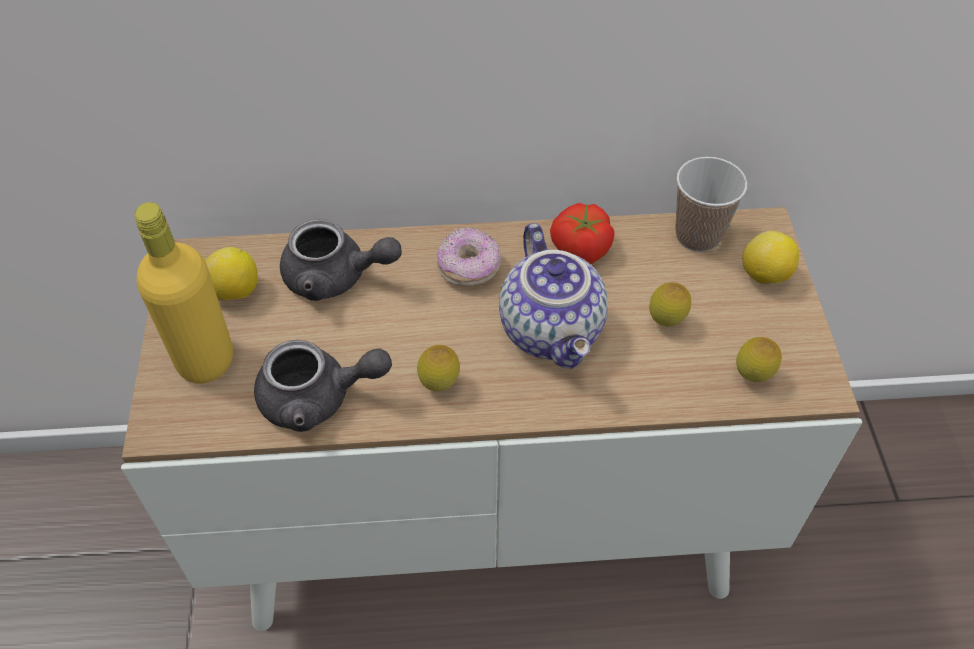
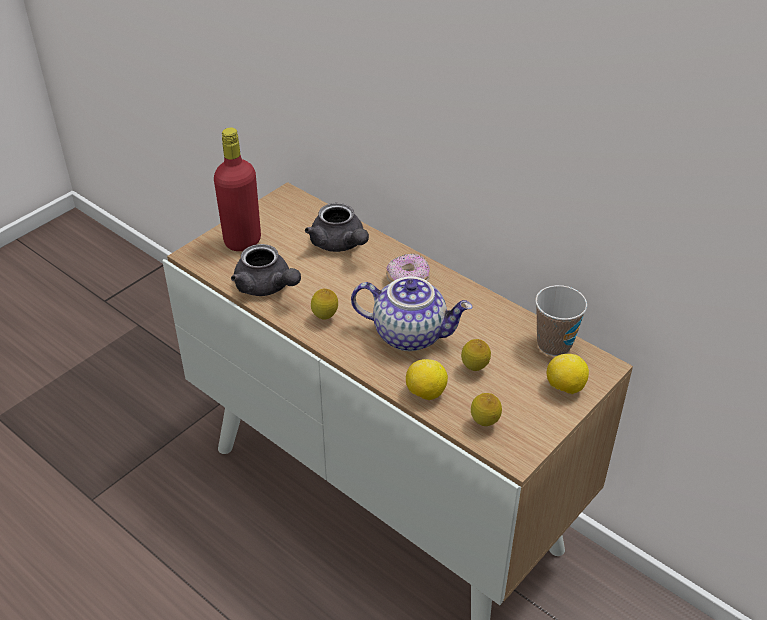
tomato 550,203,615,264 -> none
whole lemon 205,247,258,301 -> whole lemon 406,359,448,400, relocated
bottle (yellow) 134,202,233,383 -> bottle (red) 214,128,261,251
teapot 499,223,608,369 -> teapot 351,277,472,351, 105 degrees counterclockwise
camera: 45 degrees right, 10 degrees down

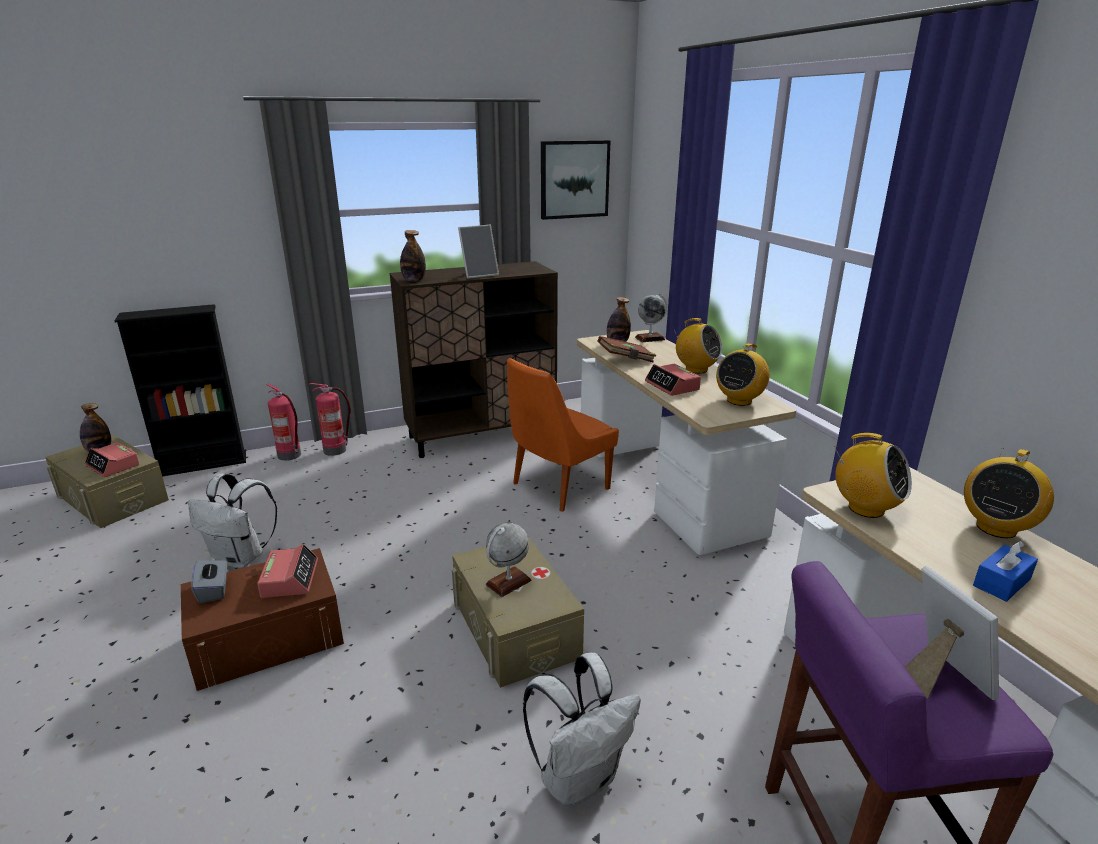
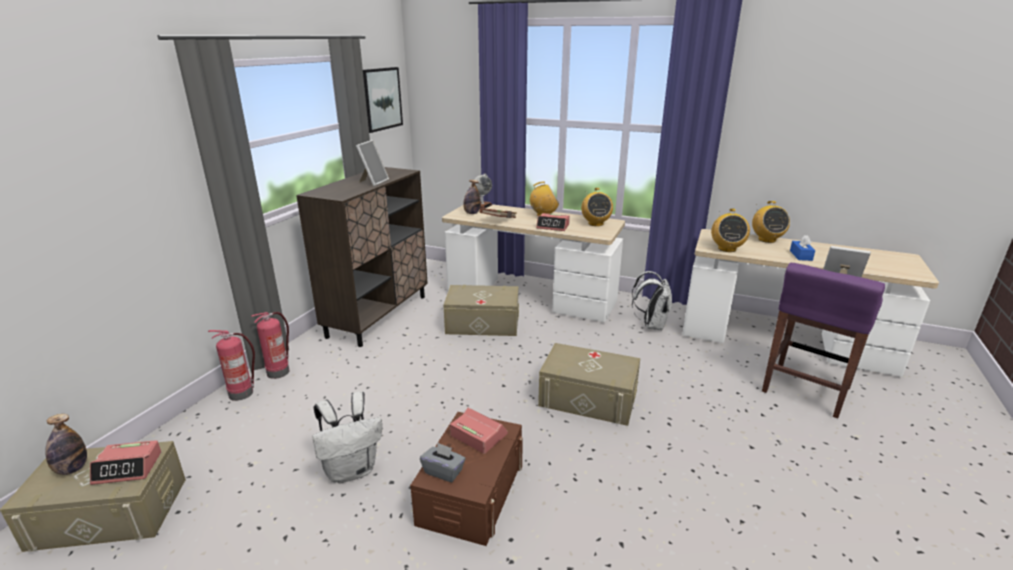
bookcase (black-coloured) 115,304,246,477 -> none
bottle 400,230,426,282 -> none
world globe 486,522,532,597 -> none
knapsack (white) 523,653,641,806 -> knapsack (white) 632,271,672,331, relocated
chair (orangey) 507,358,619,512 -> storage container (beige-coloured) 443,285,519,336
radio set 834,433,912,518 -> radio set 711,208,750,252, 105 degrees clockwise
camera: 45 degrees left, 0 degrees up

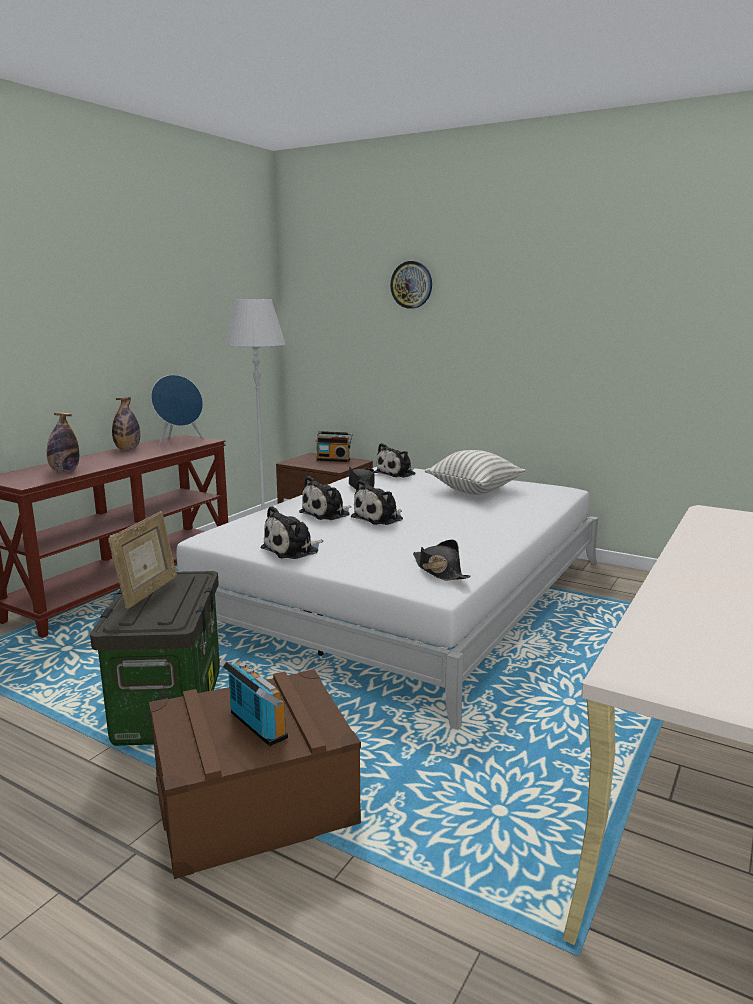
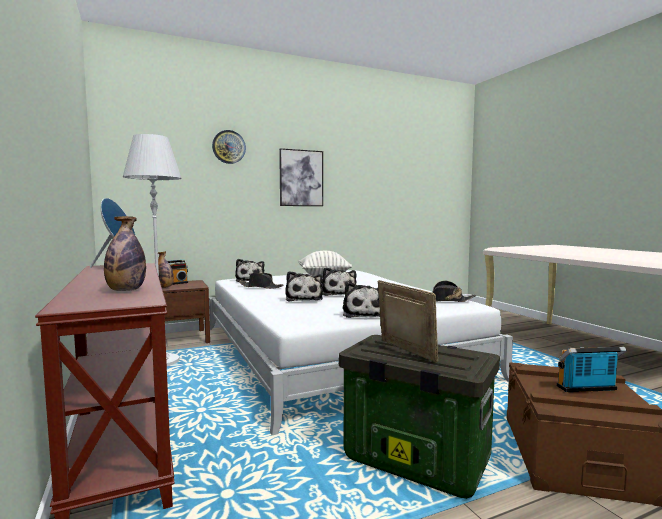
none -> wall art 279,148,323,206
bottle 112,397,140,450 -> bottle 158,251,174,288, relocated
camera: 55 degrees left, 10 degrees down

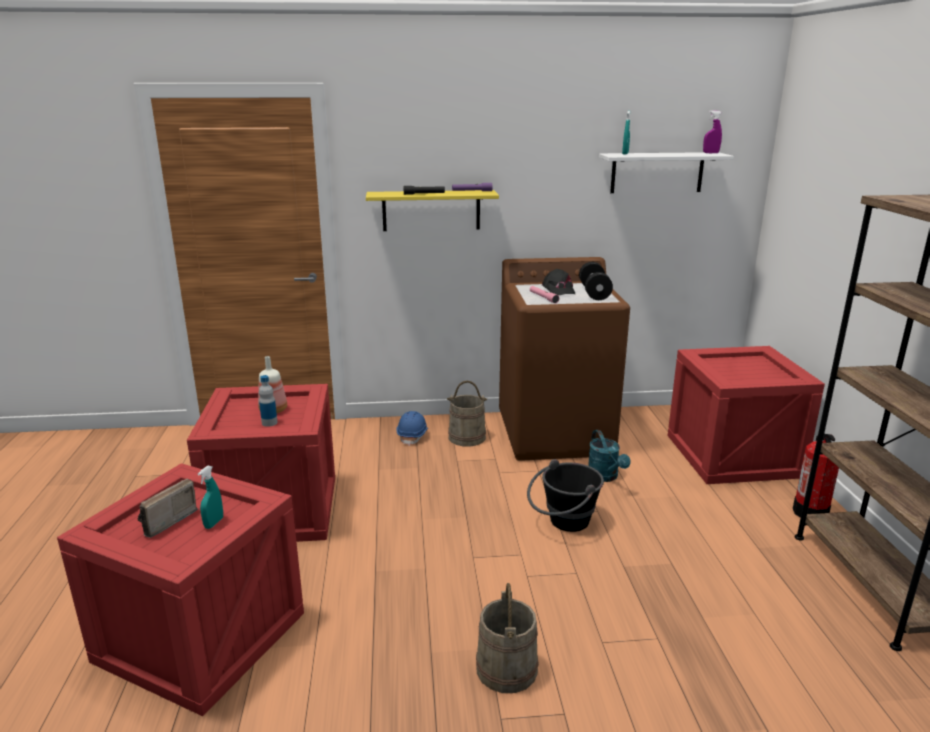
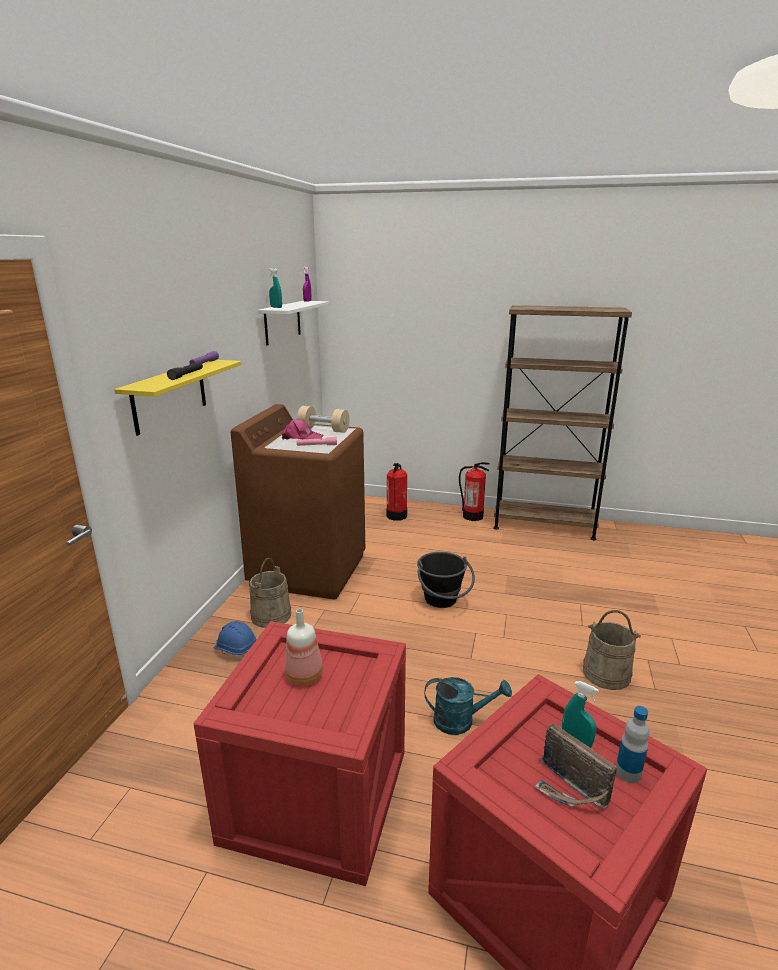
bottle 259,375,278,427 -> bottle 616,706,649,783, relocated
watering can (blue-green) 588,430,631,482 -> watering can (blue-green) 425,677,512,735, relocated
shipping crate 668,346,825,484 -> fire-fighting cylinder 386,463,407,521
baseball cap (black-coloured) 542,269,575,295 -> baseball cap (pinkish) 282,419,323,440
dumbbell (black-coloured) 579,262,613,300 -> dumbbell (beige-coloured) 297,406,349,433
camera: 70 degrees left, 0 degrees up

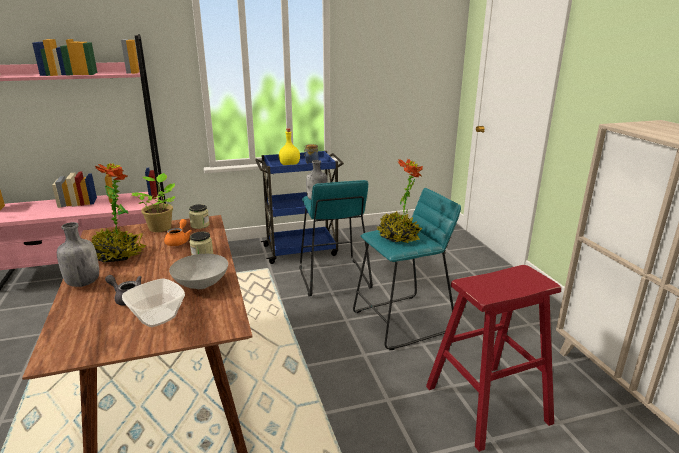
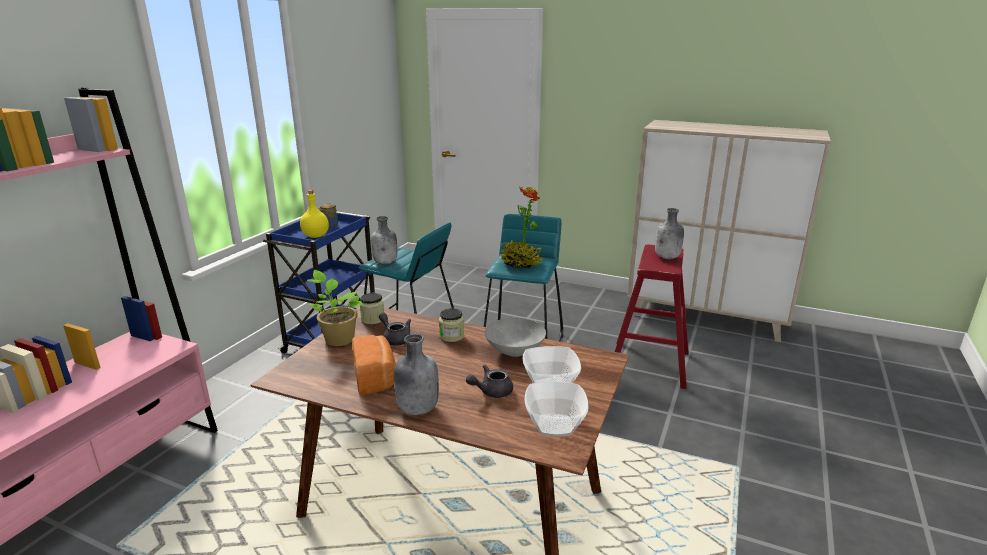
none -> serving bowl 525,381,589,437
none -> bottle (grey) 655,208,684,259
plant in a pot 91,163,147,263 -> bread 352,335,395,395
teapot (orangey) 164,219,192,246 -> teapot (grey) 379,313,411,346
camera: 50 degrees left, 0 degrees up

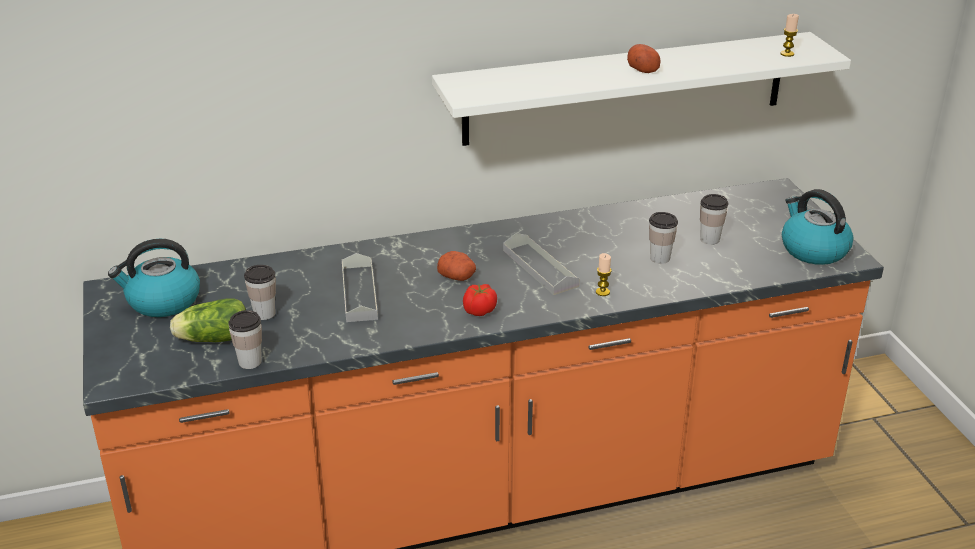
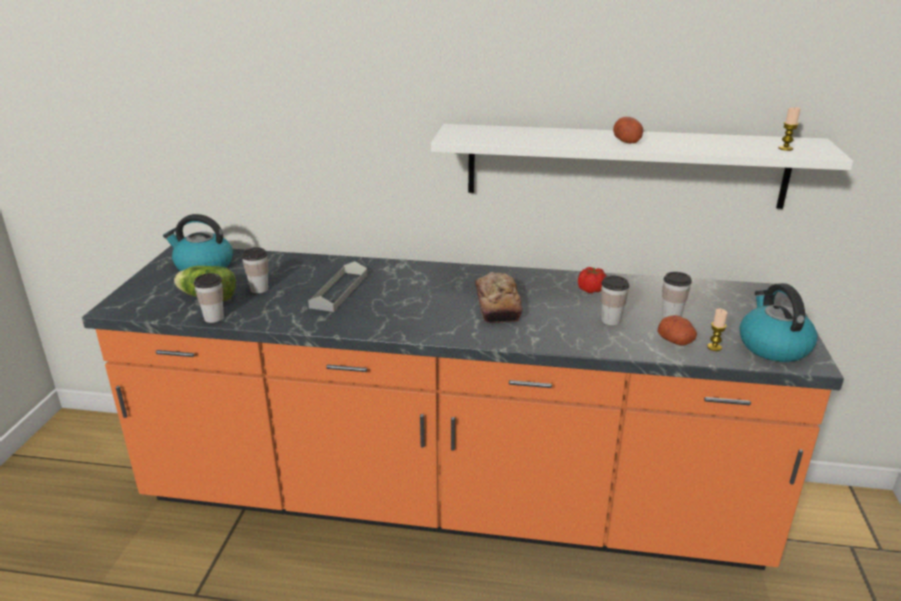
whole potato 437,251,476,281 -> whole potato 657,315,697,346, relocated
tomato 463,284,497,316 -> tomato 578,267,606,293, relocated
wax light 596,253,612,296 -> wax light 707,308,728,351, relocated
carrying tray (grey) 503,233,580,295 -> bread 475,272,522,323
camera: 25 degrees right, 5 degrees down

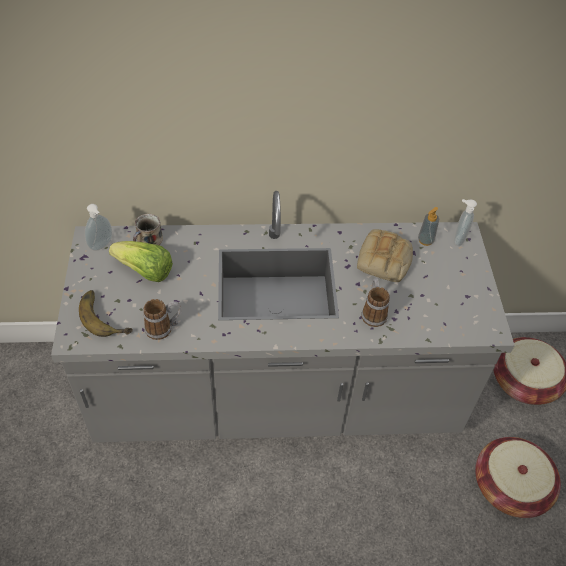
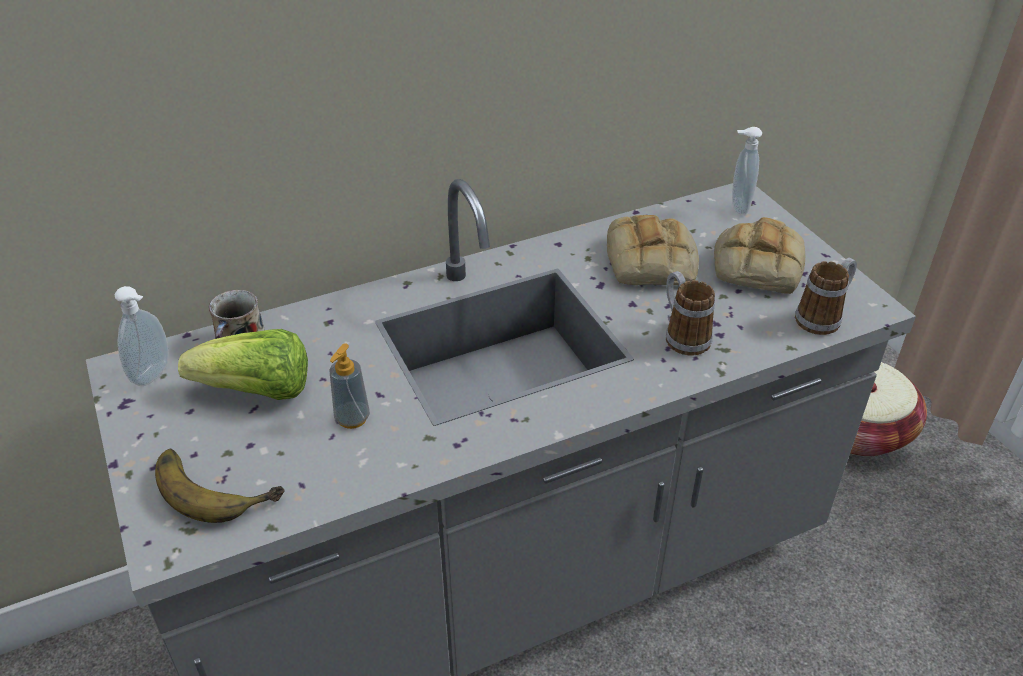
basket 475,437,561,518 -> none
none -> bread 714,217,805,294
mug 143,299,182,340 -> mug 795,258,857,335, relocated
liquid soap bottle 418,207,439,246 -> liquid soap bottle 330,343,370,429, relocated
camera: 20 degrees left, 10 degrees down

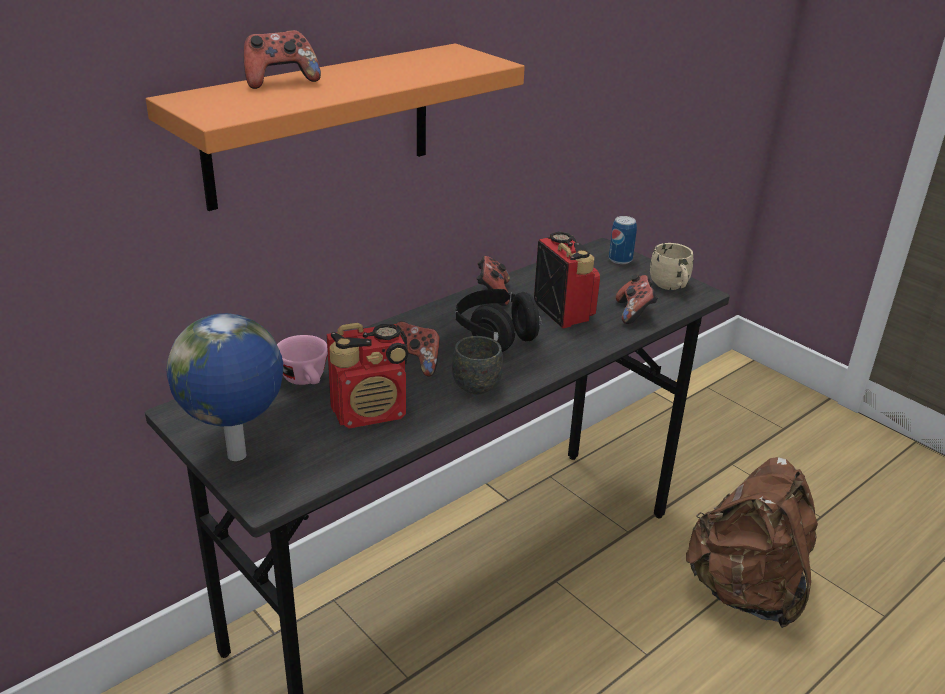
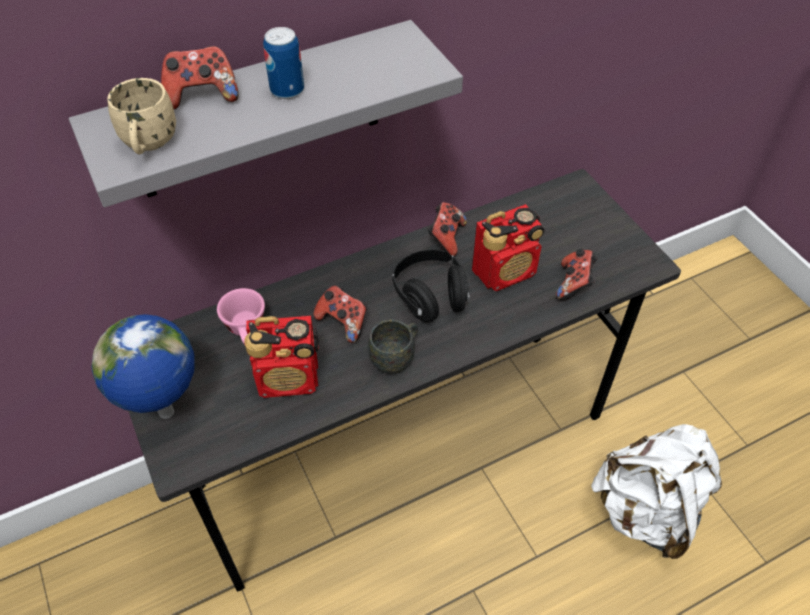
can 609,216,637,264 -> can 263,27,304,99, relocated
mug (beige-coloured) 650,243,693,290 -> mug (beige-coloured) 107,78,176,155, relocated
wall shelf (orangey) 146,43,525,211 -> wall shelf (grey) 69,20,463,207
knapsack (brownish) 686,457,818,628 -> knapsack (white) 591,424,722,559
radio set 534,231,600,328 -> radio set 472,204,544,291, 75 degrees clockwise
camera: 15 degrees right, 20 degrees up

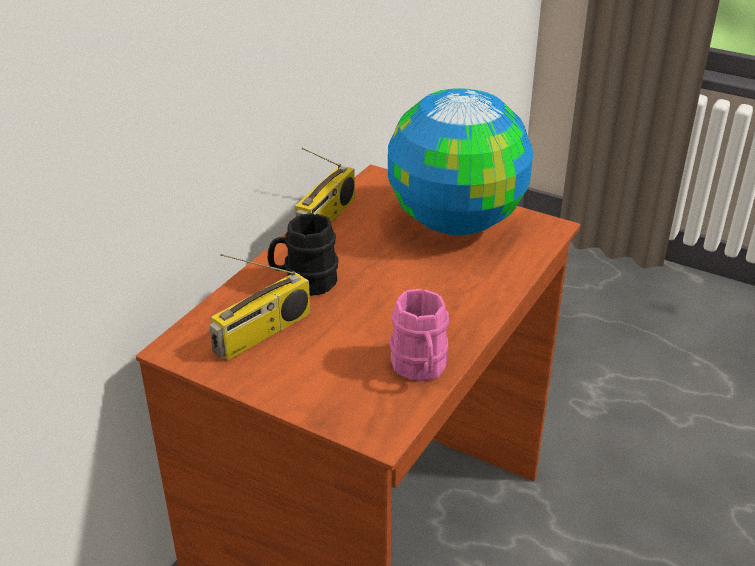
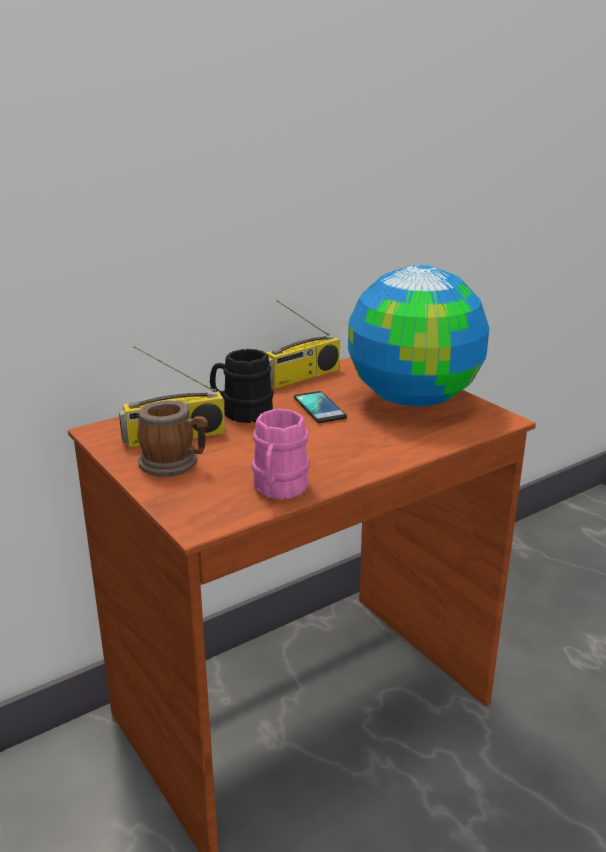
none -> mug 137,400,208,476
none -> telephone 294,391,347,423
camera: 25 degrees right, 10 degrees down

